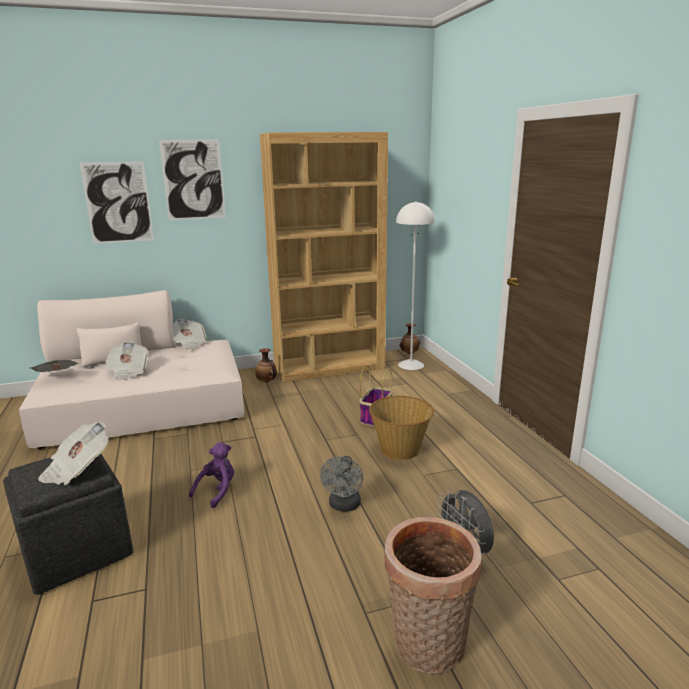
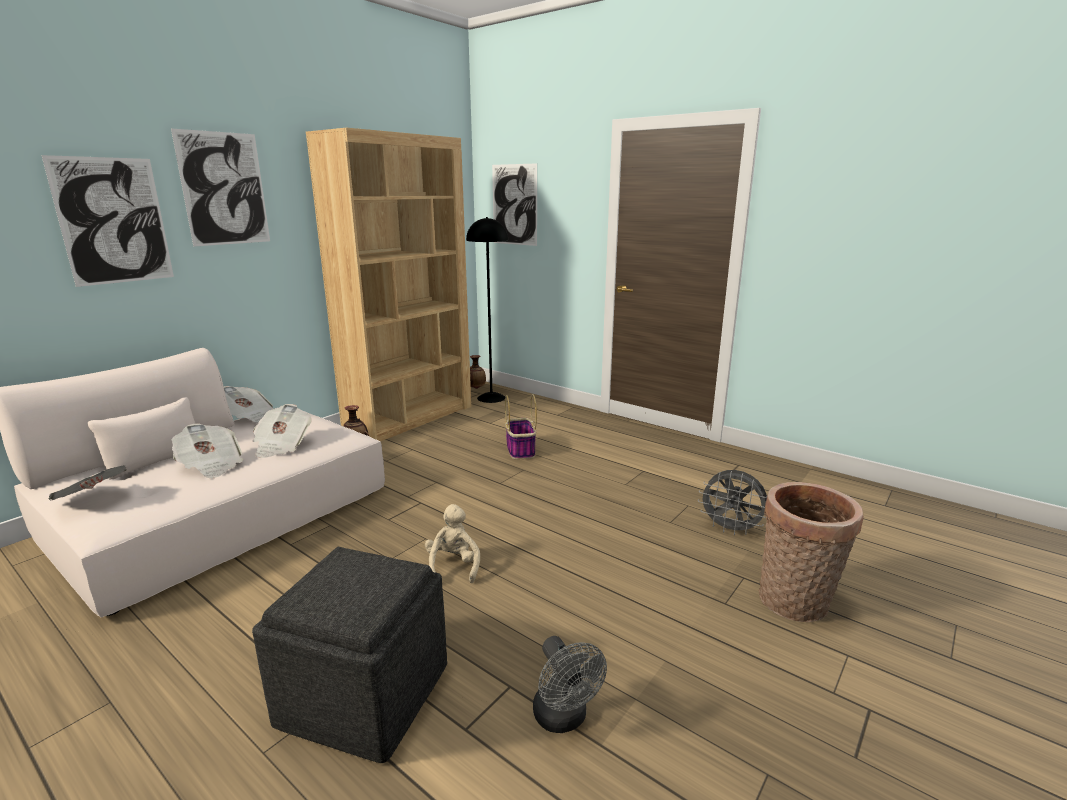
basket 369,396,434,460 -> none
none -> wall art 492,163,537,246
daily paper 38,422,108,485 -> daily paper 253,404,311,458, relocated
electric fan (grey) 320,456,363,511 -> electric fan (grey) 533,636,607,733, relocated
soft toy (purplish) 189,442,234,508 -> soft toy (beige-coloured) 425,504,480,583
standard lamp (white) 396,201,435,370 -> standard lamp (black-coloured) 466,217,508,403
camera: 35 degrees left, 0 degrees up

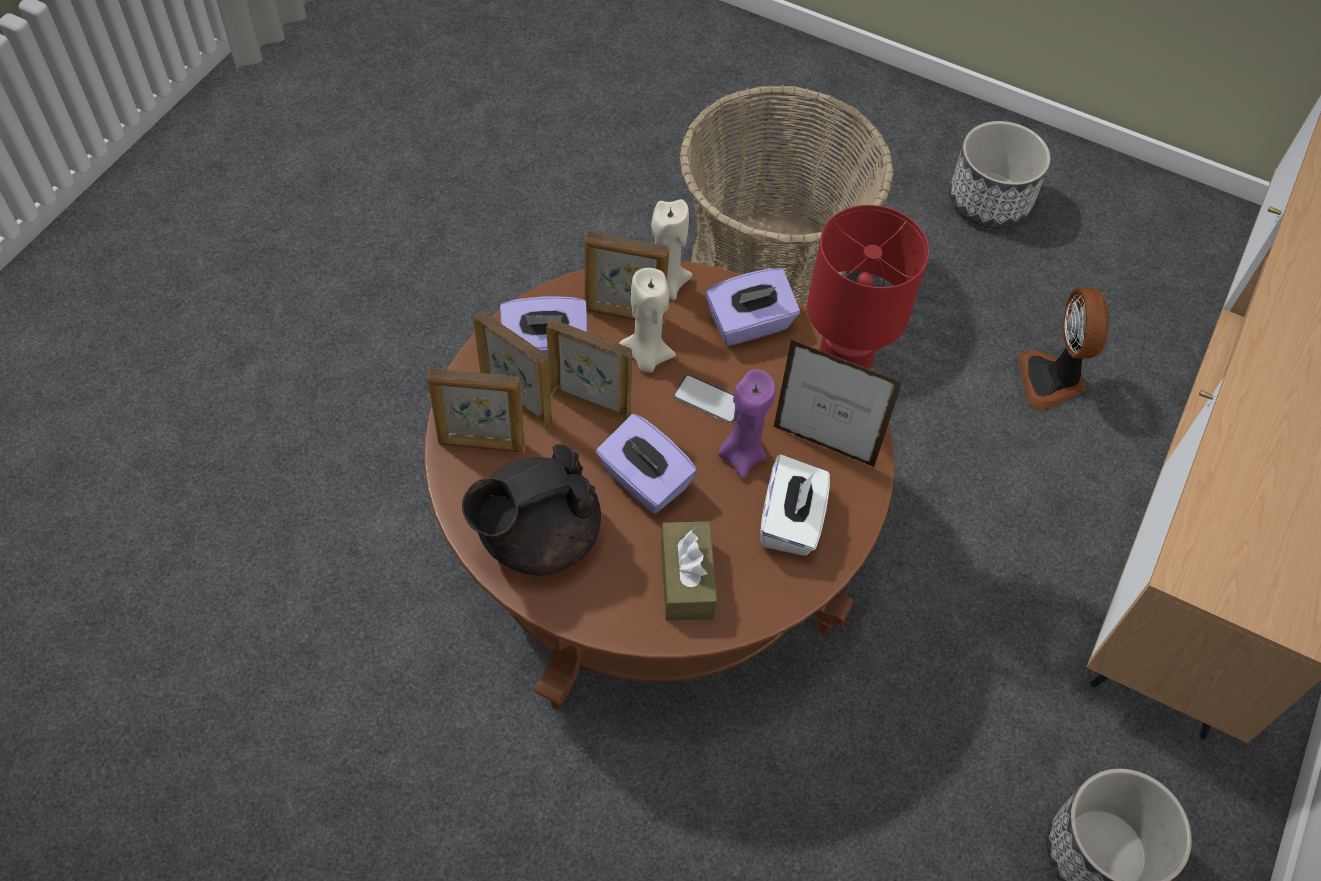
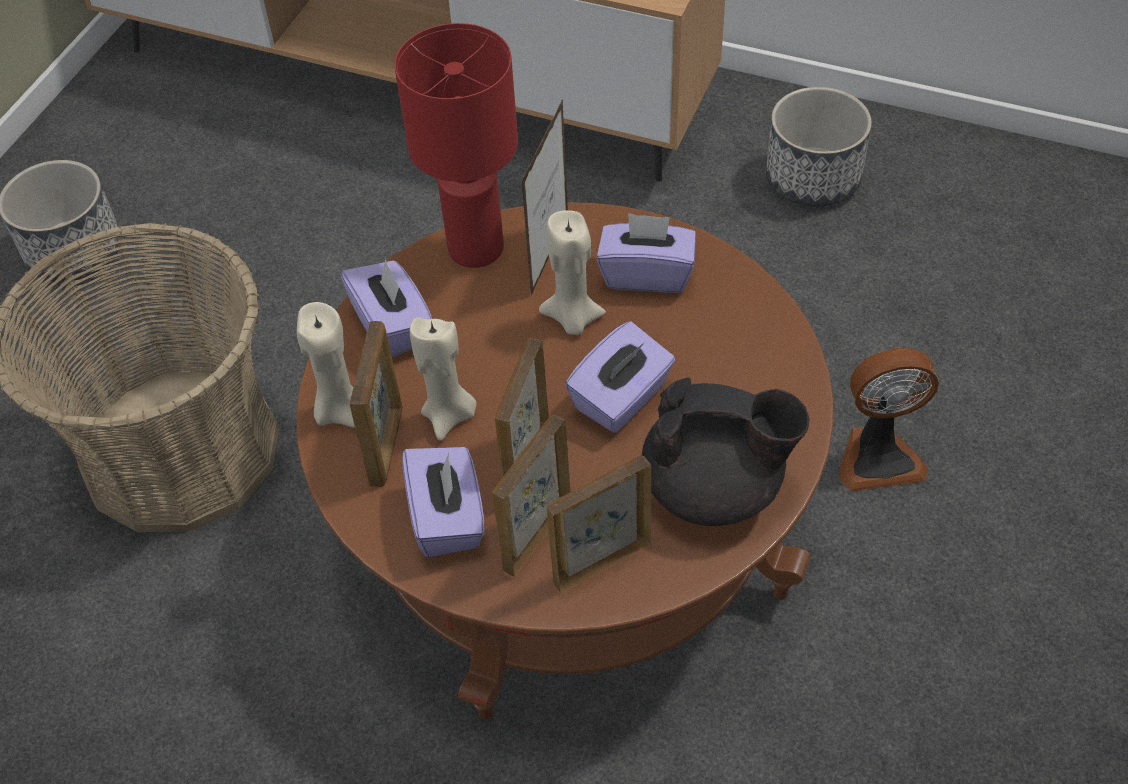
tissue holder (brownish) 661,521,717,621 -> none
telephone 673,374,735,424 -> none
electric fan 1018,288,1109,410 -> electric fan 840,348,939,491, relocated
wax light (purplish) 718,369,775,479 -> wax light (beige-coloured) 539,210,606,335
tissue holder (white) 760,454,830,556 -> tissue holder (purplish) 596,213,696,293
standing frame 427,368,524,452 -> standing frame 547,456,652,593, 120 degrees counterclockwise
teapot (black-coloured) 462,444,601,576 -> teapot (black-coloured) 642,377,809,526, 45 degrees counterclockwise
camera: 90 degrees left, 5 degrees down

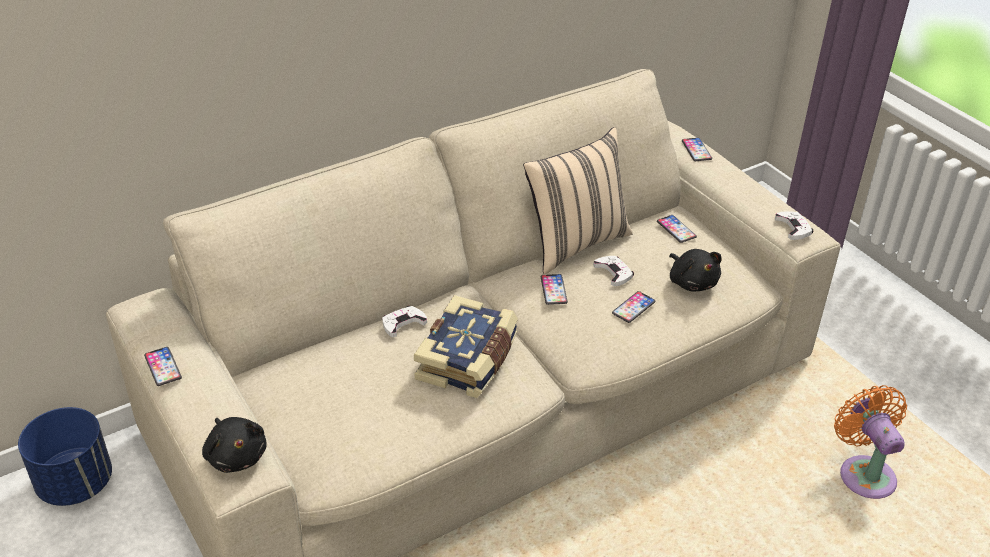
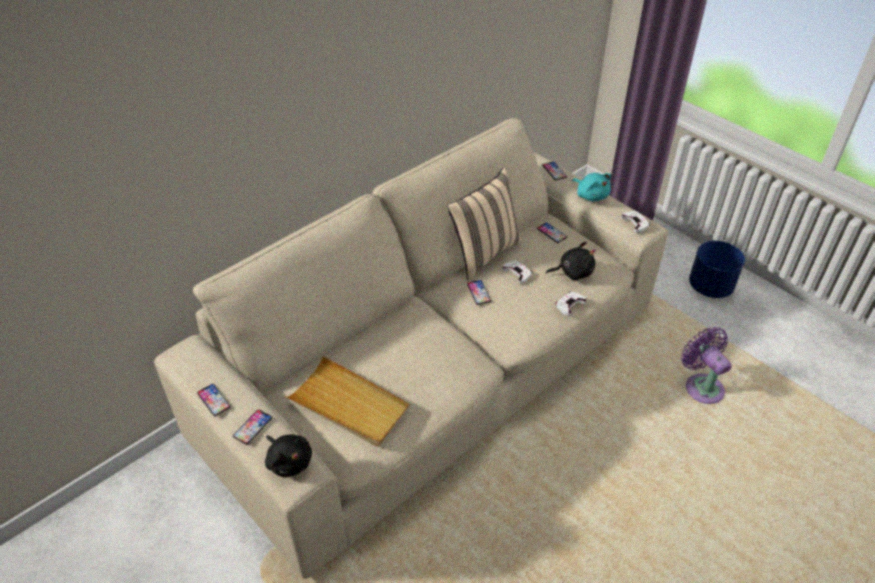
bound book 414,295,518,398 -> none
none -> carrying tray (beige-coloured) 285,356,410,447
none -> soft toy (blue-green) 572,173,611,202
plant pot (bluish) 18,407,112,506 -> plant pot (bluish) 689,241,745,298, relocated
joypad (white) 382,306,427,337 -> joypad (white) 556,292,587,316, relocated
telephone 612,291,655,323 -> telephone 233,409,272,445, relocated
electric fan (orangey) 834,385,907,499 -> electric fan (purplish) 681,327,732,404
soft toy (black-coloured) 669,249,722,291 -> soft toy (black-coloured) 546,242,596,281, 60 degrees counterclockwise
camera: 10 degrees left, 5 degrees up

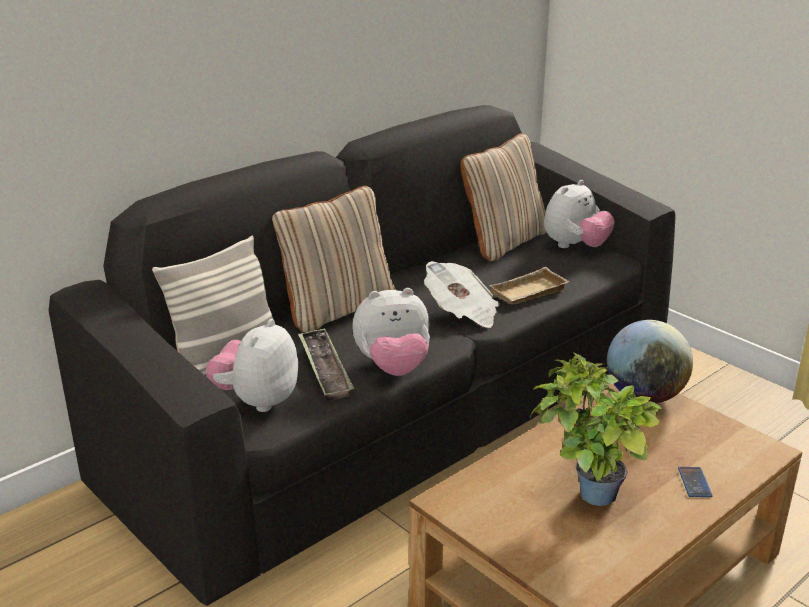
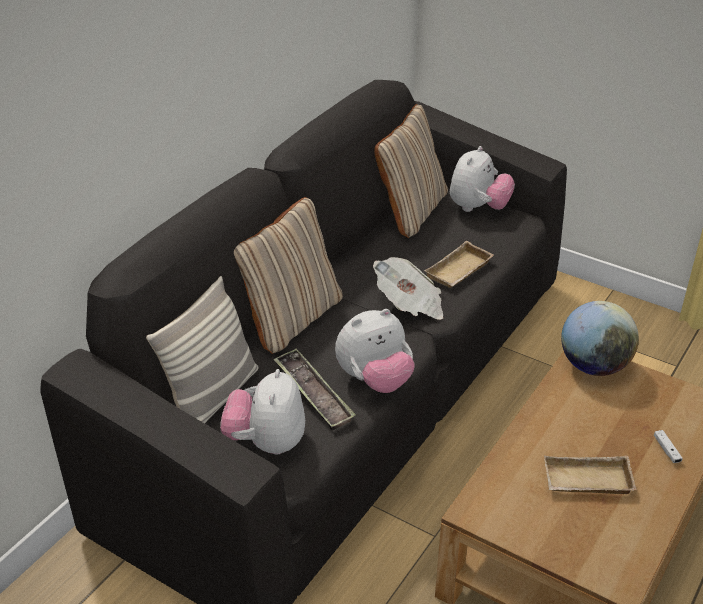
plant in a pot 530,352,664,506 -> carrying tray (beige-coloured) 544,456,637,494
telephone 678,467,712,497 -> joypad (white) 654,430,683,463
camera: 15 degrees left, 10 degrees up

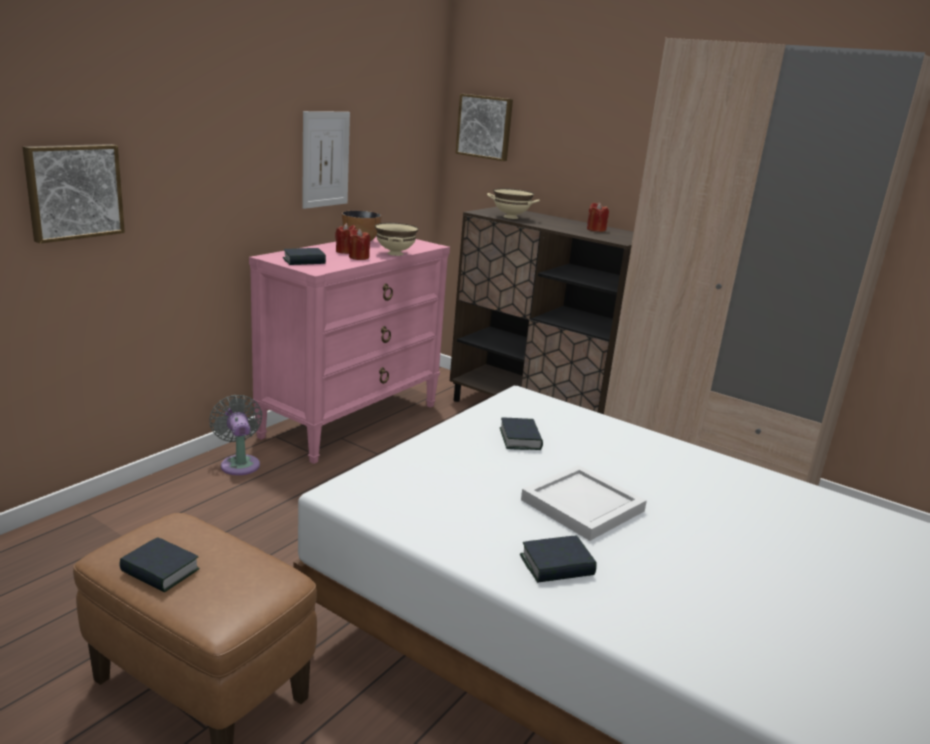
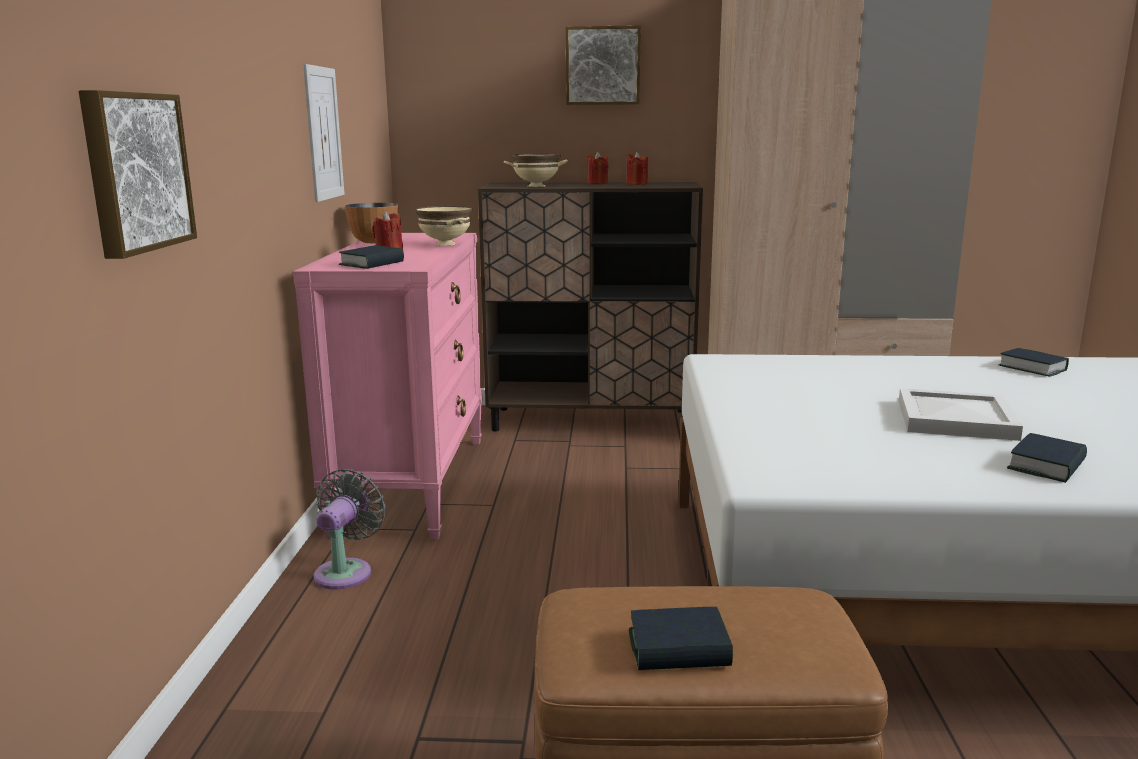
wax light (red) 349,229,370,260 -> wax light (red) 587,151,608,184, relocated
wall art 455,94,513,161 -> wall art 566,25,641,105, relocated
bound book 500,418,543,450 -> bound book 999,348,1069,377, relocated
electric fan (grey) 209,395,262,475 -> electric fan (grey) 314,469,386,589, 75 degrees clockwise
camera: 30 degrees left, 5 degrees down

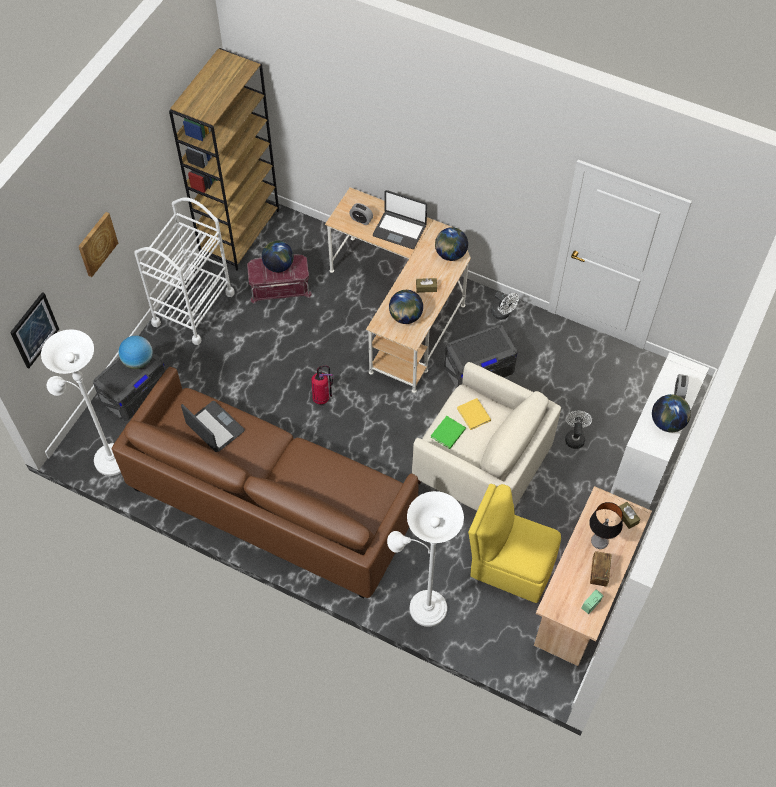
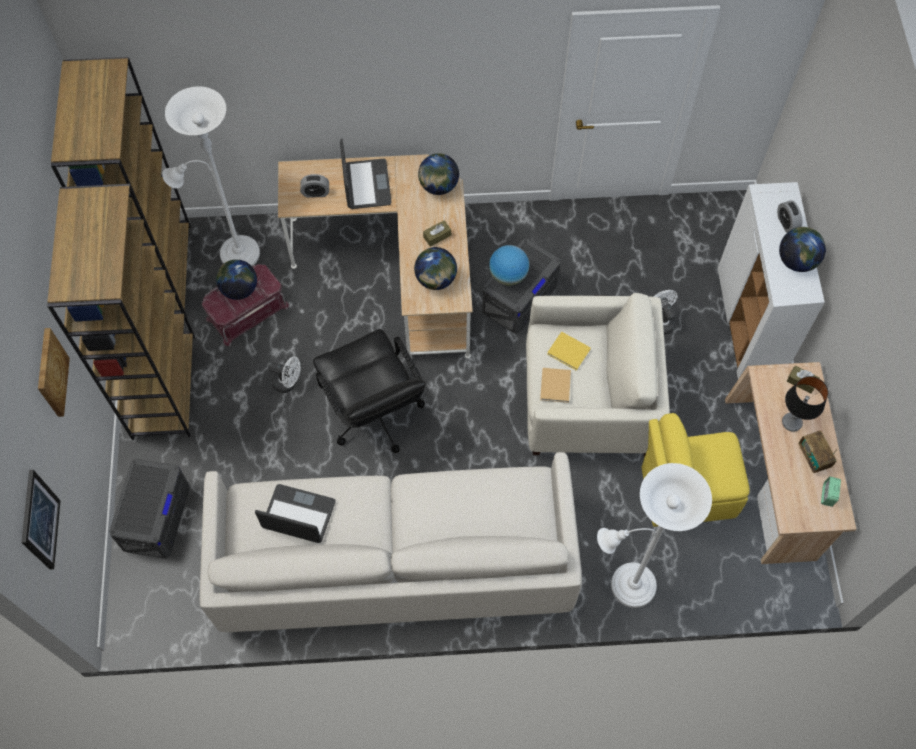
standard lamp (white) 41,330,121,476 -> standard lamp (white) 162,86,260,266, relocated
world globe 119,336,153,369 -> world globe 489,245,529,285, relocated
electric fan (white) 491,291,519,320 -> electric fan (white) 269,357,301,393, relocated
trolley (white) 134,197,235,345 -> bookcase (brownish) 47,184,195,440
fire-fighting cylinder 311,366,333,404 -> desk chair (black-coloured) 313,329,426,453
couch (brownish) 112,367,419,598 -> couch (white) 200,452,582,632
bound book (green) 431,416,466,449 -> bound book (beige-coloured) 540,368,571,403
laptop 373,190,427,249 -> laptop 340,139,391,209, 90 degrees counterclockwise
camera: 30 degrees left, 5 degrees up

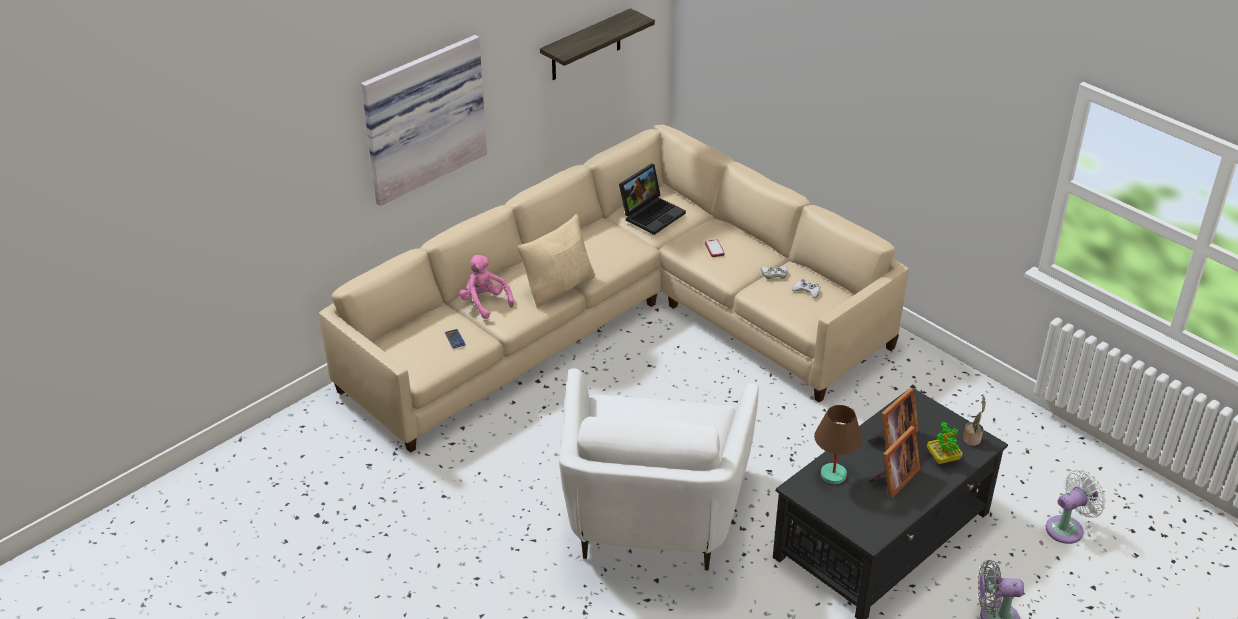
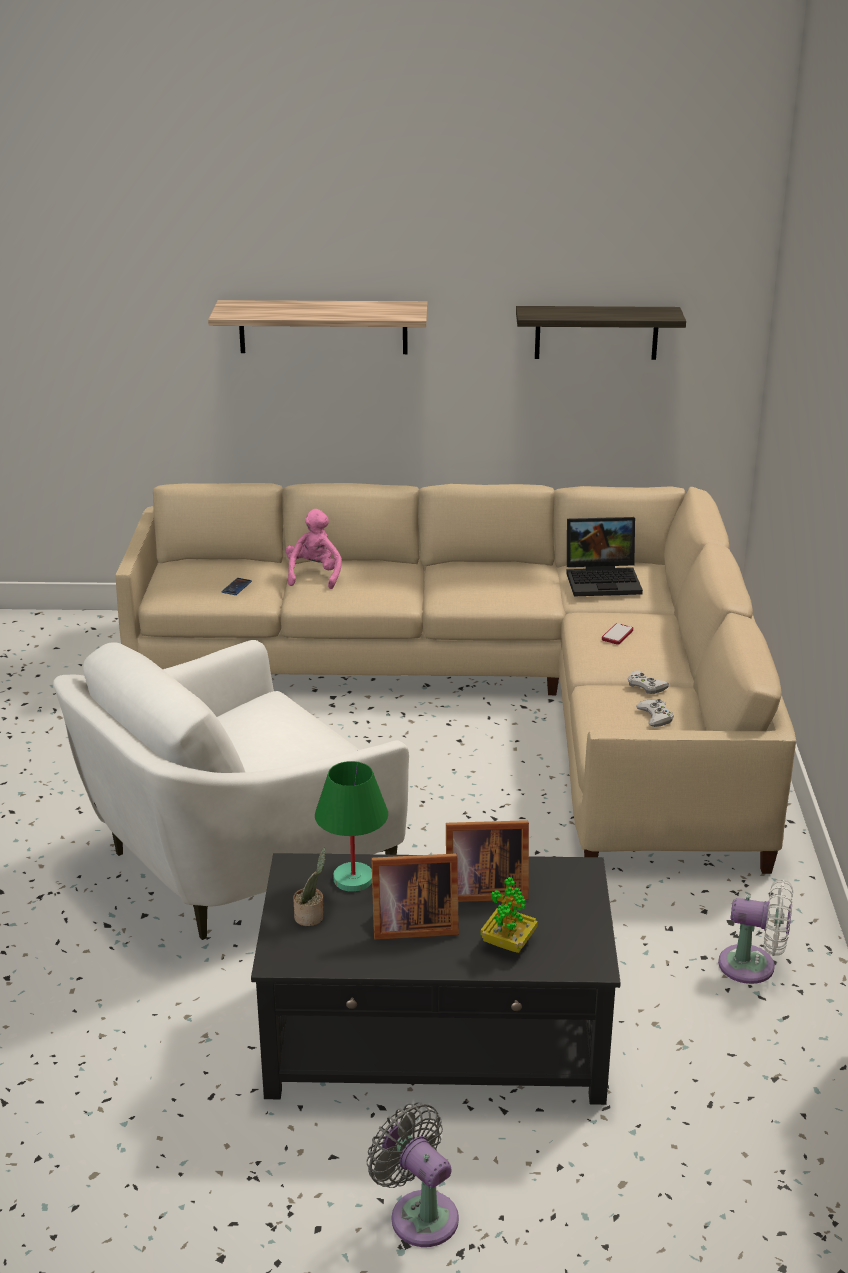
throw pillow (beige-coloured) 517,214,595,308 -> none
plant in a pot 963,396,986,446 -> plant in a pot 293,848,326,926, relocated
electric fan (white) 1046,470,1106,544 -> electric fan (white) 718,879,793,984, relocated
wall art 361,35,487,206 -> wall shelf 208,300,428,354
table lamp (brownish) 814,405,862,484 -> table lamp (green) 315,761,388,892
camera: 45 degrees right, 10 degrees down

